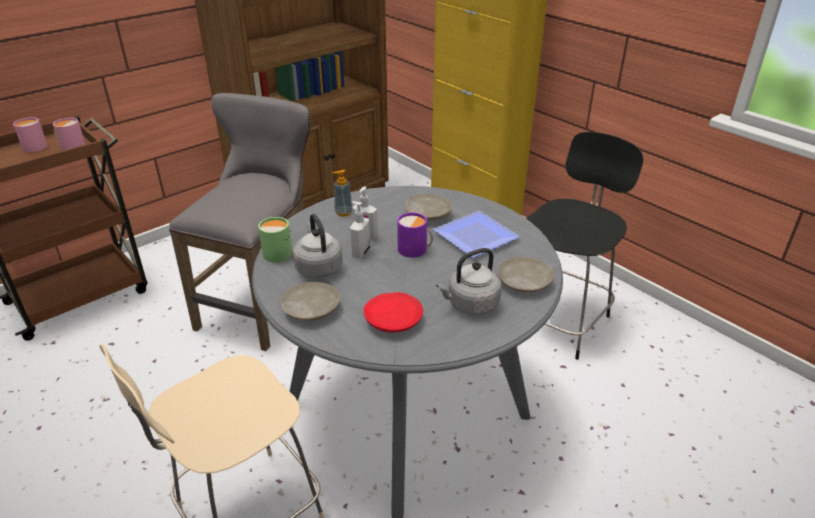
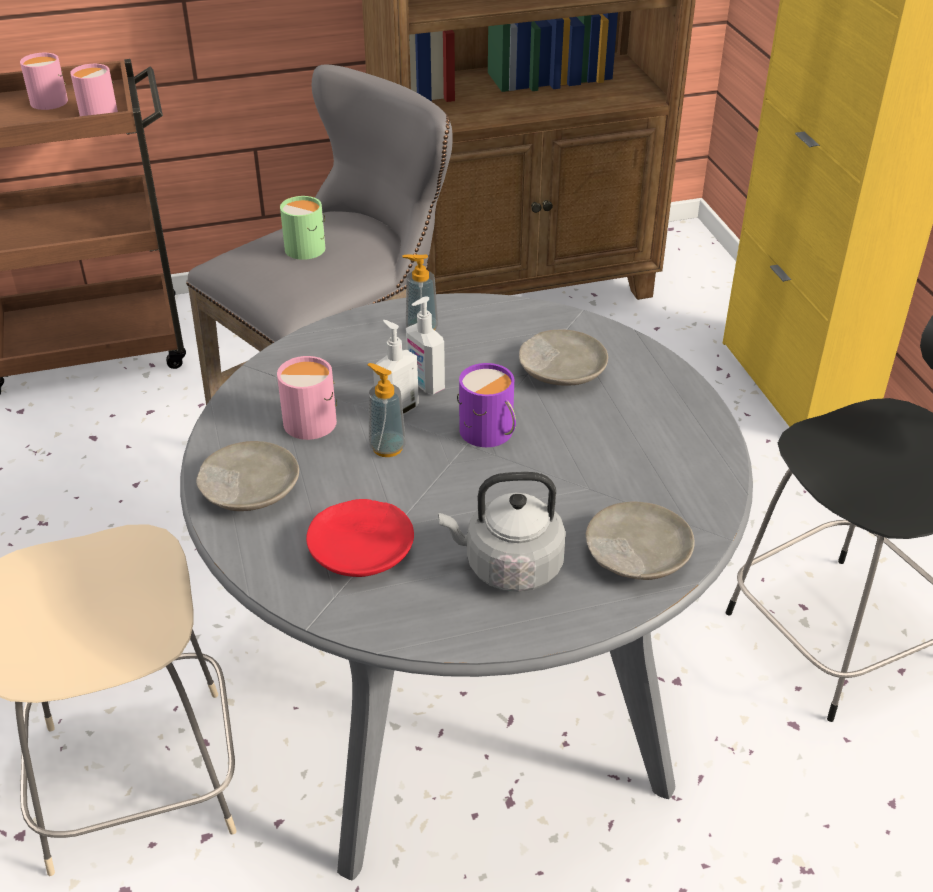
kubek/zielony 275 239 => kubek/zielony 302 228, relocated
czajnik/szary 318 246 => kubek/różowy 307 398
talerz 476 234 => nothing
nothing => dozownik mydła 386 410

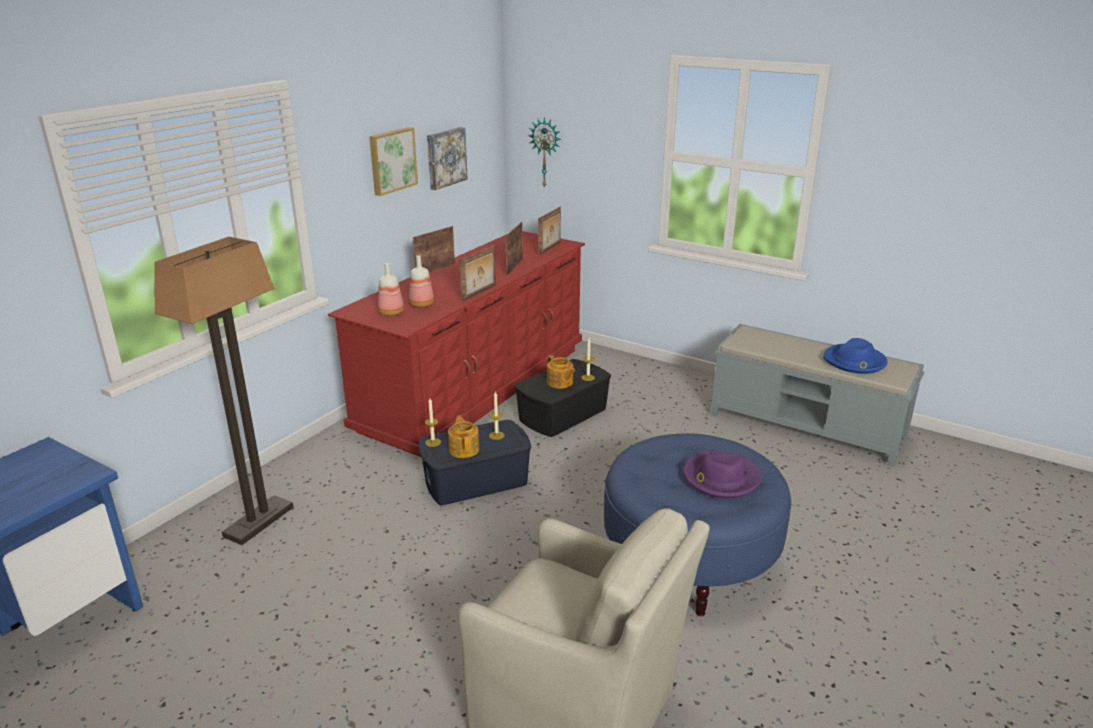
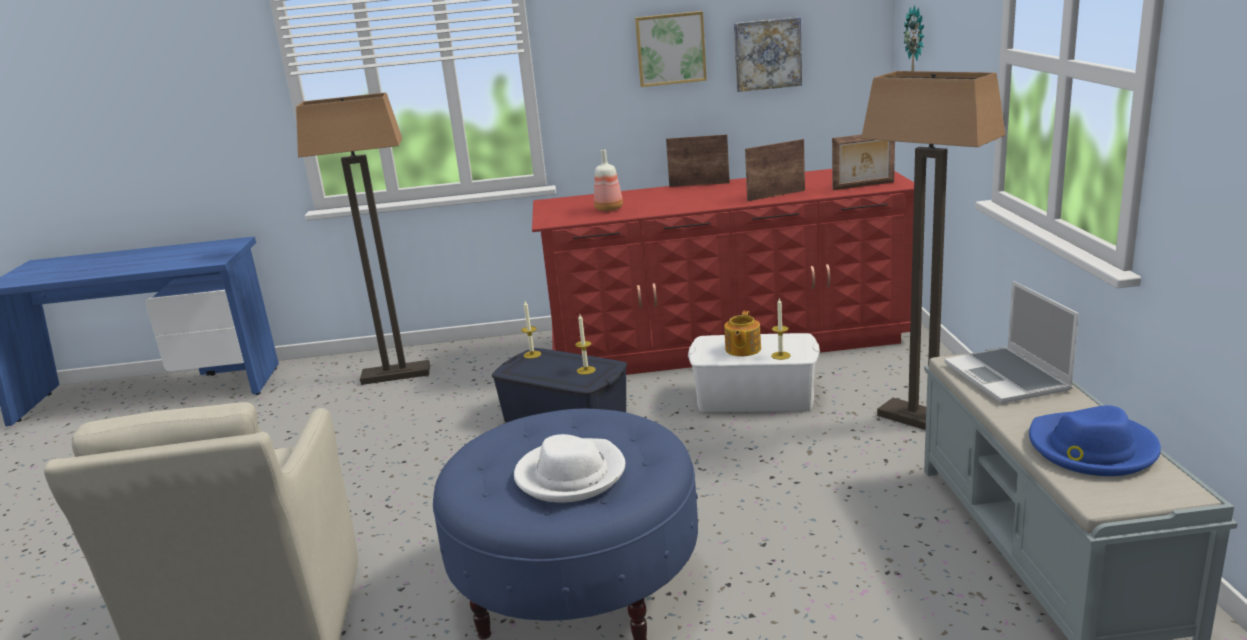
butelka 391 289 => nothing
imbryk 463 436 => nothing
ramka na zdjęcie 477 273 => nothing
pojemnik do przechowywania/czarny 562 398 => pojemnik do przechowywania/biały 754 372
kapelusz/fioletowy 722 474 => kapelusz/biały 569 468
nothing => lampa stojąca 933 250
nothing => laptop 1011 342

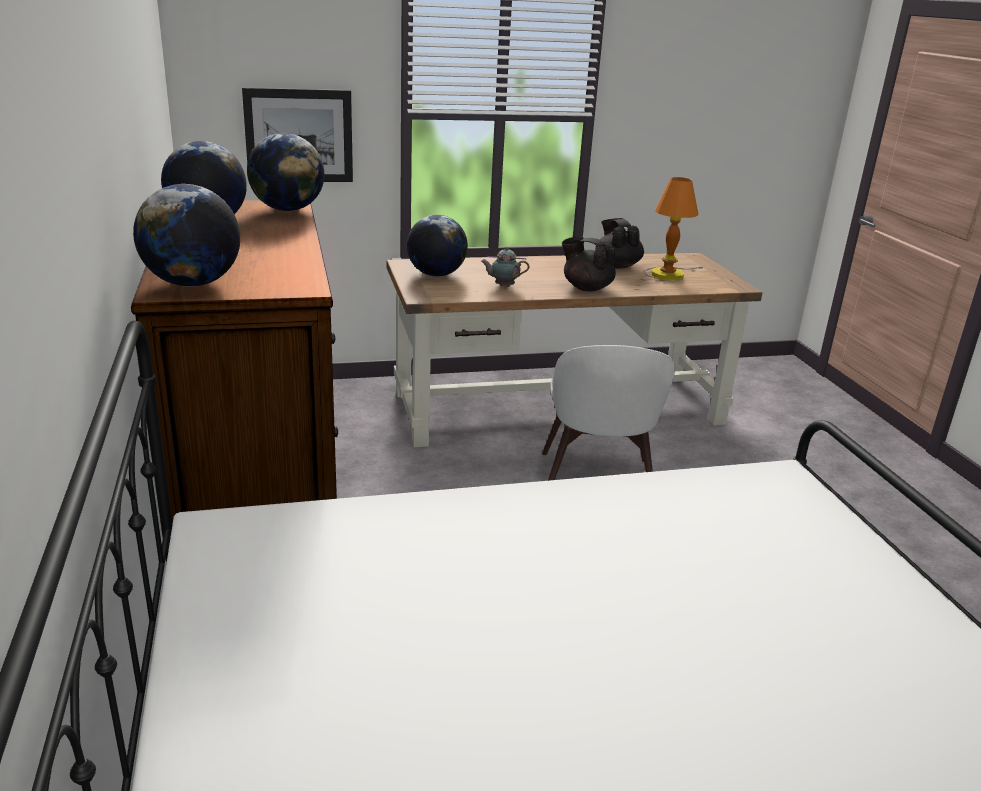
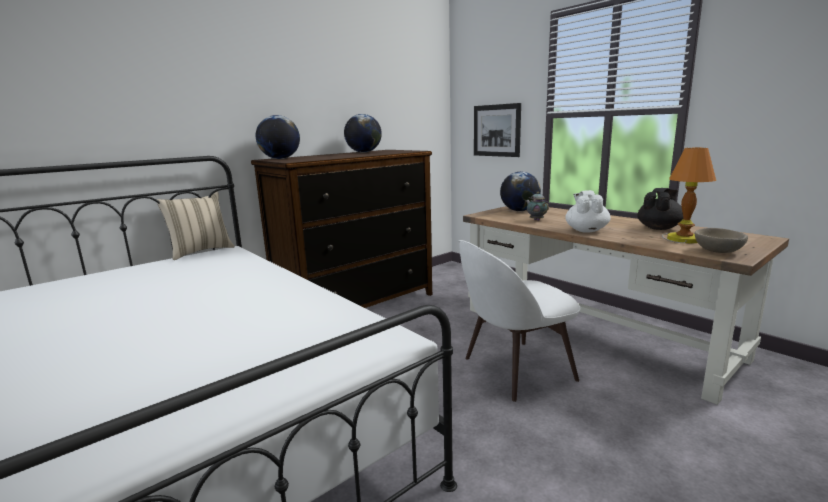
globus 285 172 => nothing
imbryk/czarny 589 264 => imbryk/biały 588 211
nothing => poduszka/beżowy 195 226
nothing => miska/beżowy 721 240

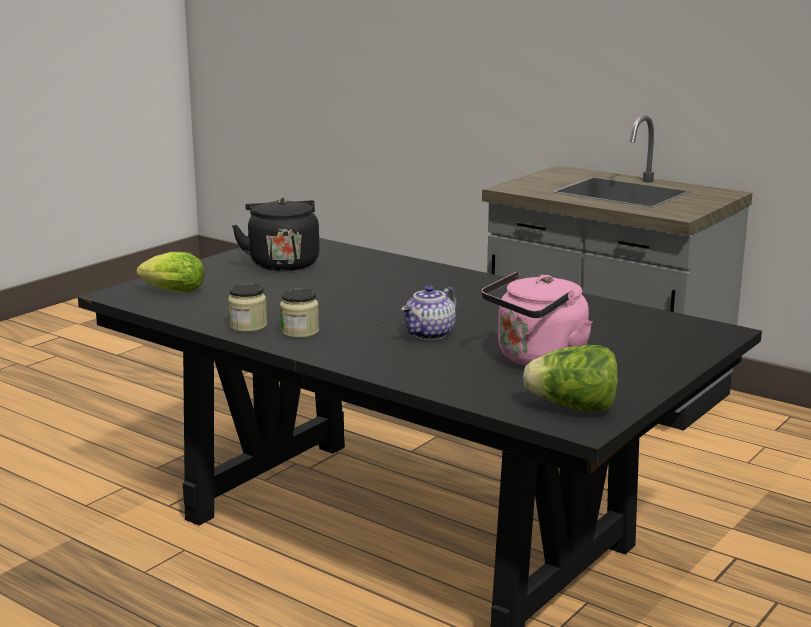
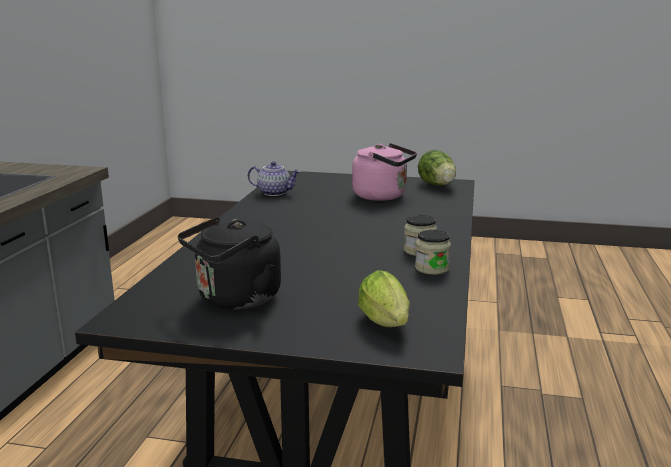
imbryk 429 312 => imbryk 274 178, relocated

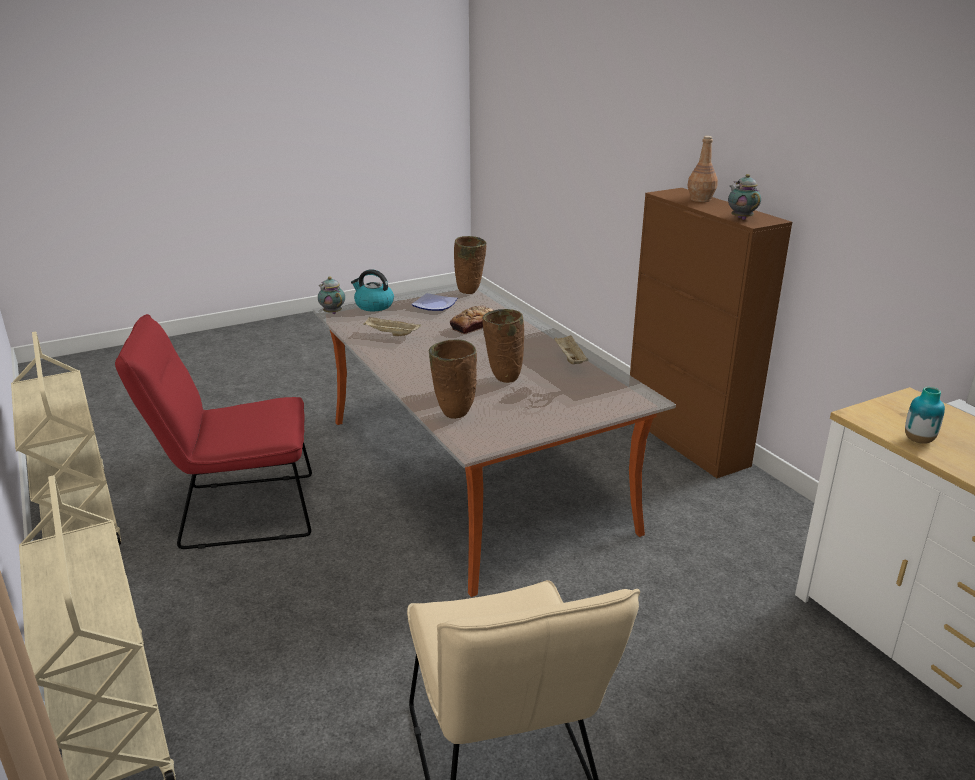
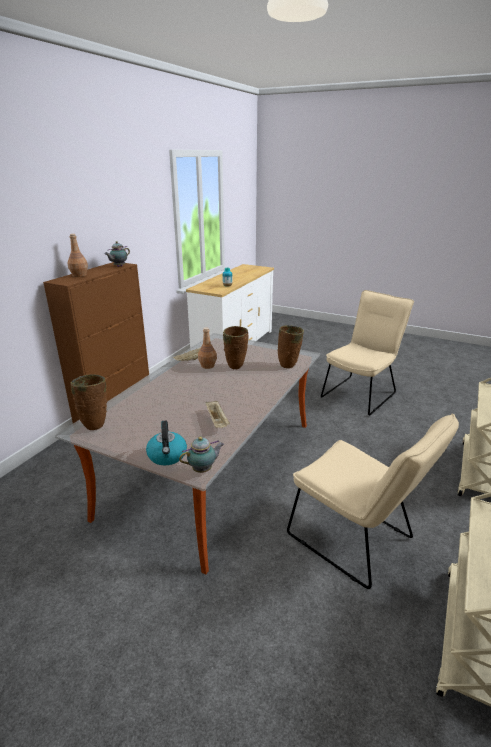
krzesło/czerwony 213 431 => krzesło/beżowy 373 501
imbryk 331 295 => imbryk 201 454, 135 degrees counterclockwise
talerz 434 302 => nothing
chleb 471 319 => nothing
nothing => butelka/brązowy 207 348

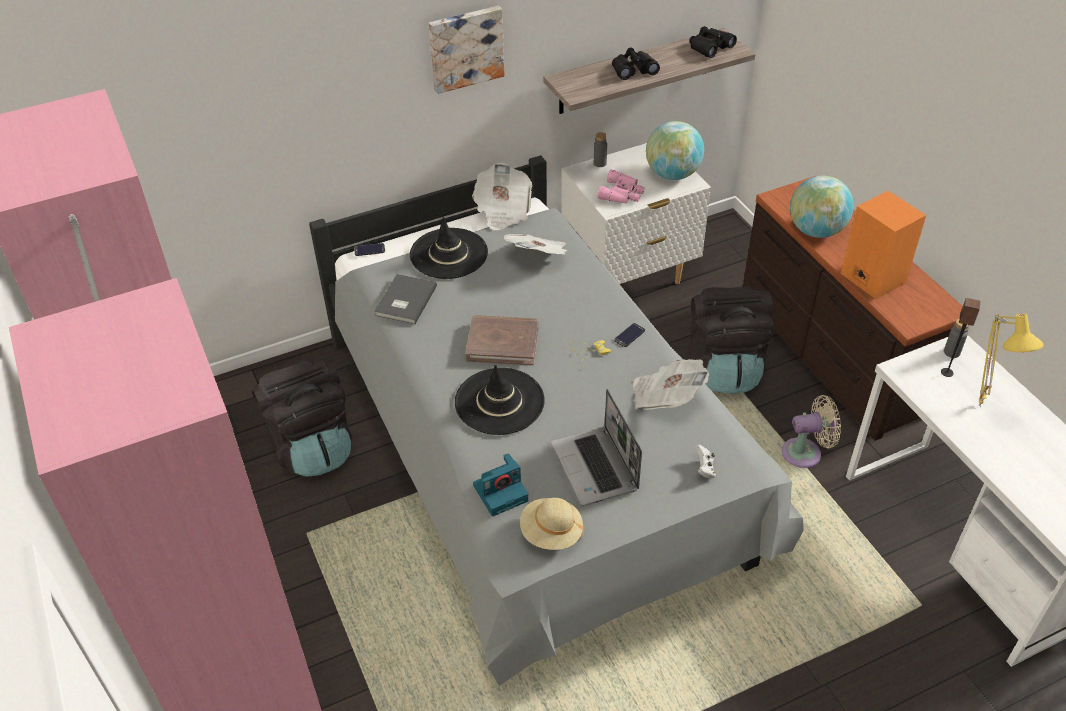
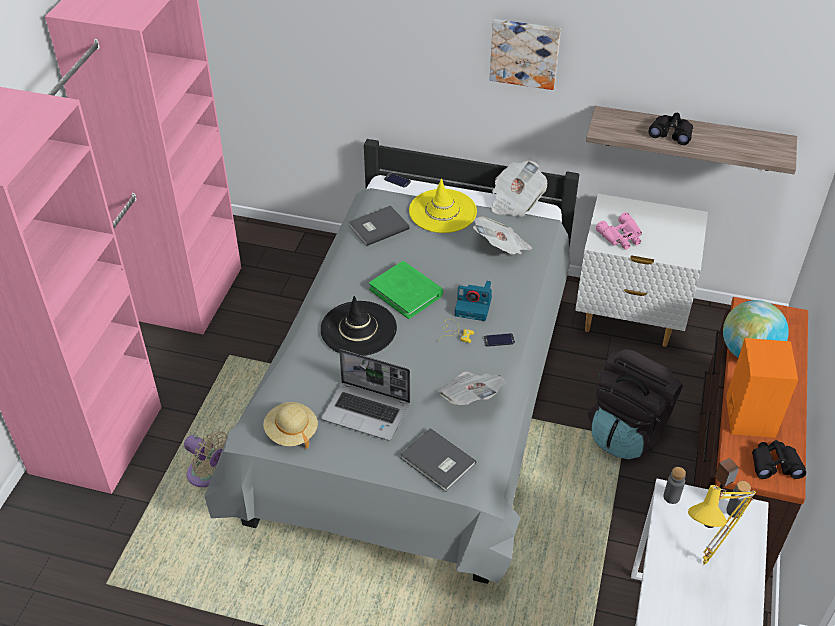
plecak/czarny 302 418 => nothing
kapelusz/czarny 449 248 => kapelusz/żółty 443 205
książka/brązowy 502 340 => książka/zielony 406 290
aparat fotograficzny 500 484 => aparat fotograficzny 473 301, relocated
laptop 596 447 => laptop 365 395, 90 degrees counterclockwise
butelka/szary 600 149 => butelka/szary 675 485, relocated
globus 675 150 => nothing
lornetka/czarny 713 42 => lornetka/czarny 779 459, relocated
pad do gier/biały 705 462 => książka/szary 438 460
wentylator/beżowy 811 431 => wentylator/beżowy 206 459, relocated

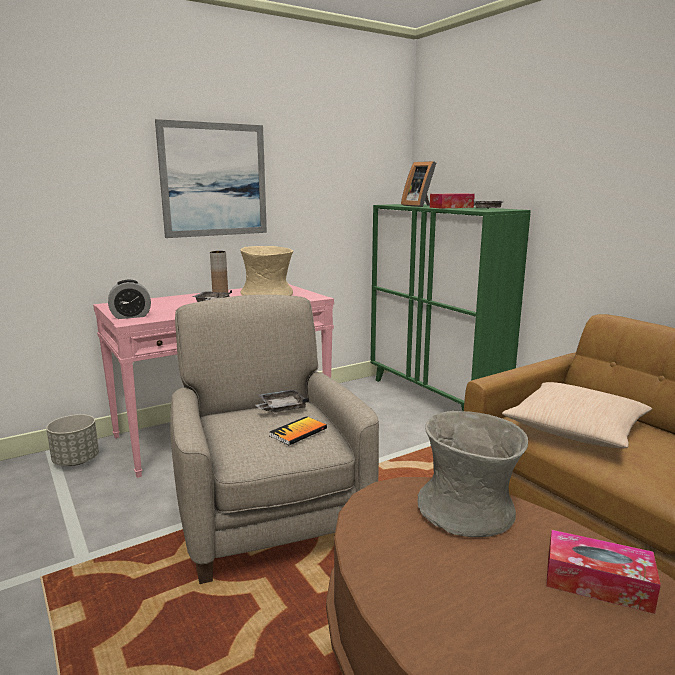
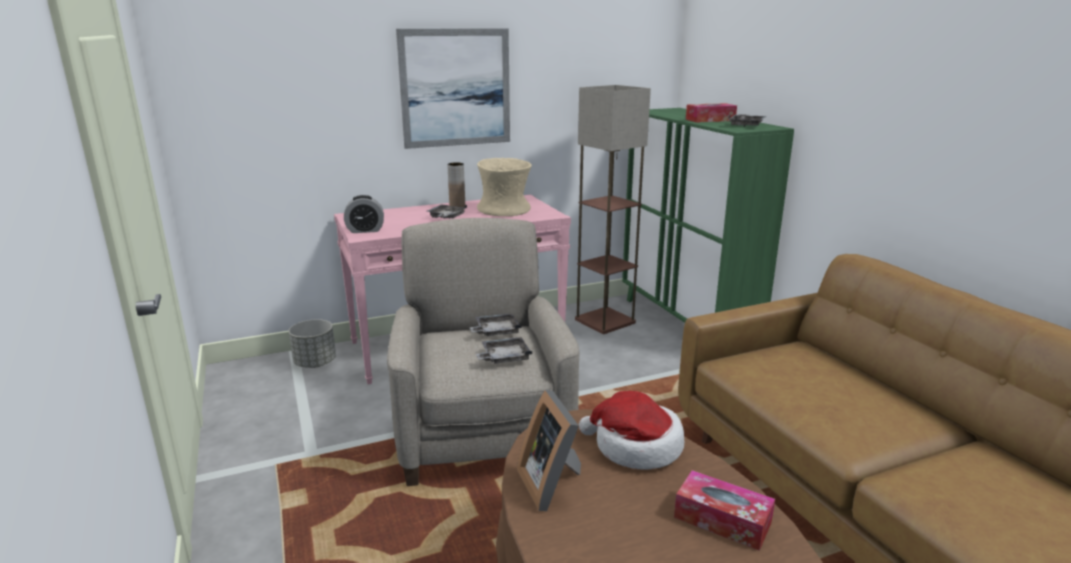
książka 298 430 => taca/szary 504 350
ramka na zdjęcie 418 184 => ramka na zdjęcie 549 450, relocated
wazon/szary 472 474 => kapelusz 631 430
poduszka/beżowy 577 415 => nothing
nothing => lampa stojąca 613 209

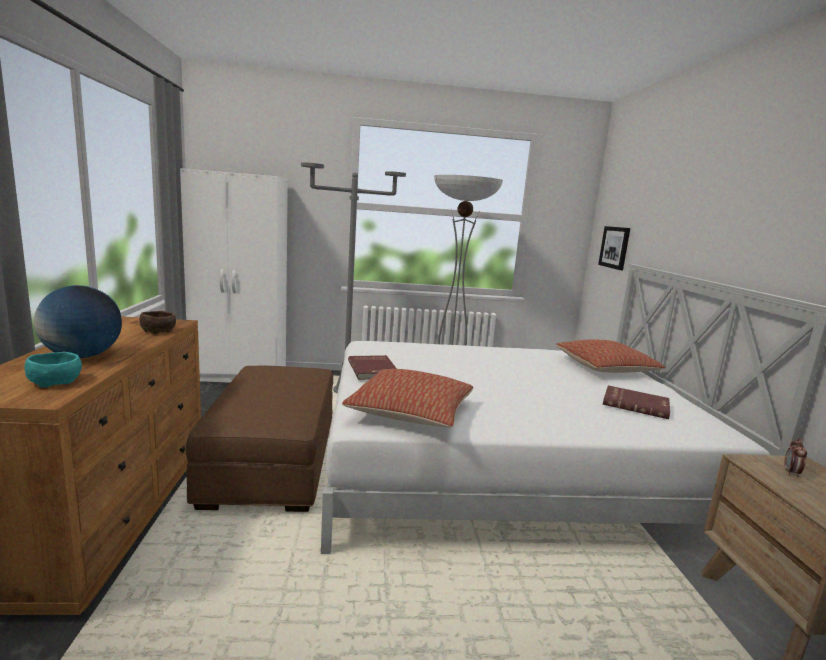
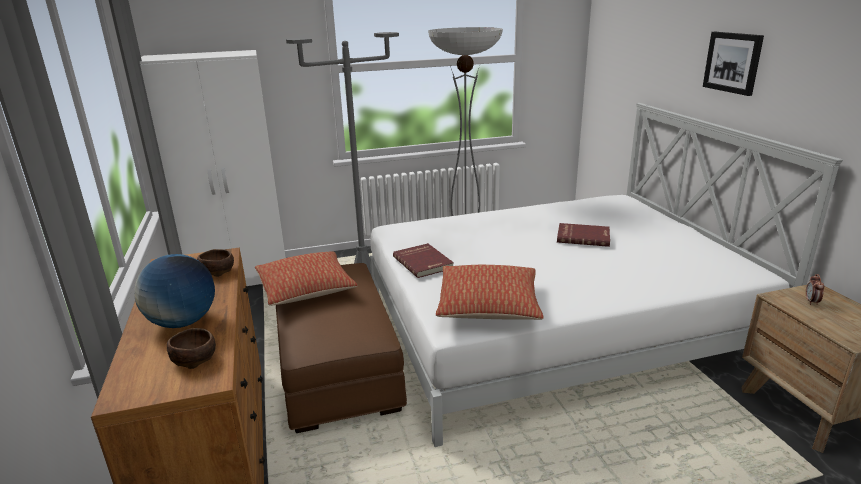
miska/turkusowy 53 370 => miska/brązowy 191 348
poduszka 610 356 => poduszka 306 278, relocated
obraz 614 248 => obraz 733 64, relocated
książka/czerwony 636 402 => książka/czerwony 583 235, relocated

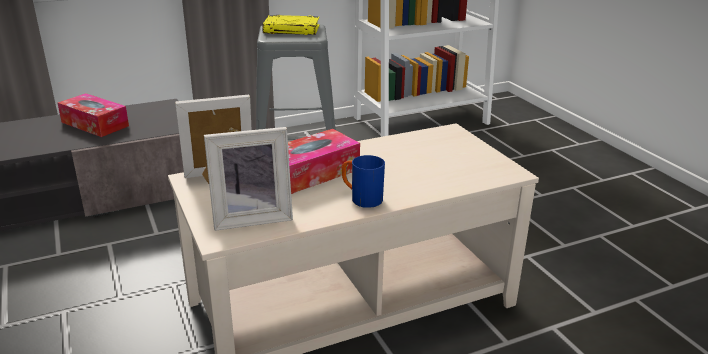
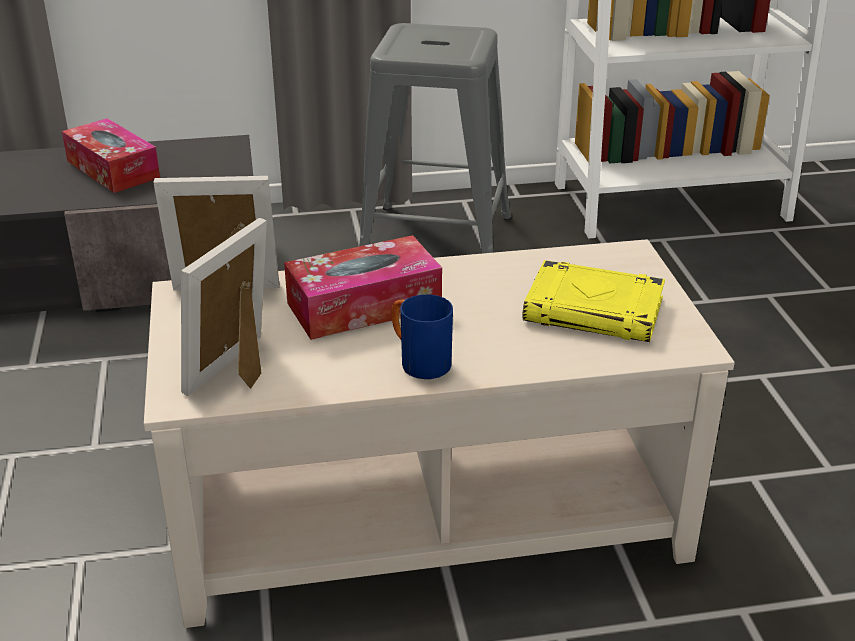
ramka na zdjęcie 248 179 => ramka na zdjęcie 224 307, 120 degrees clockwise
książka/żółty 290 25 => książka/żółty 593 301, relocated

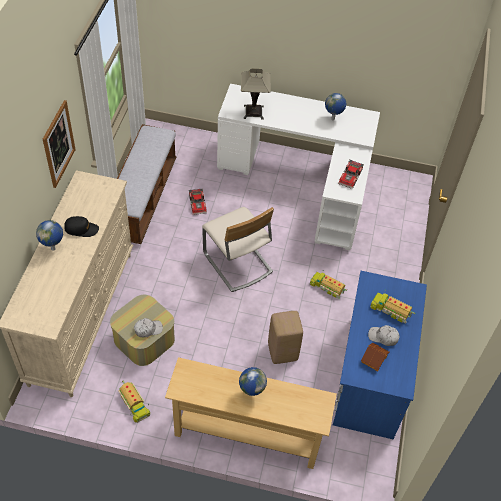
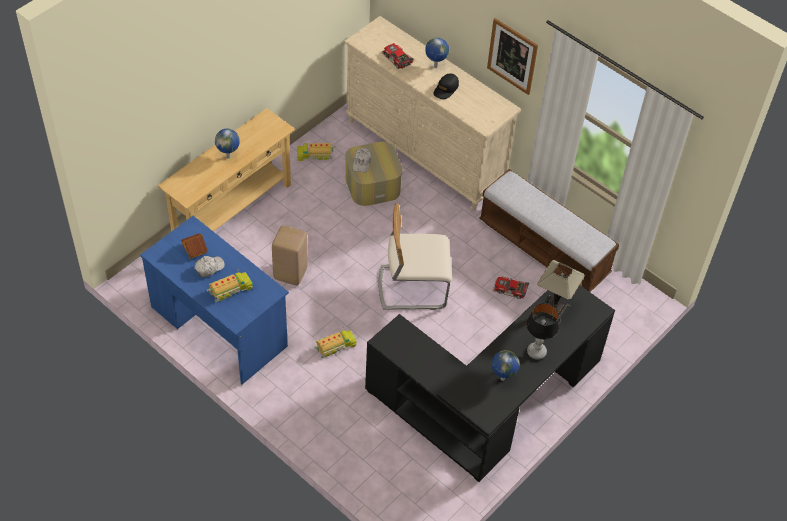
biurko/biały 298 167 => biurko/czarny 490 378
samochodzik 351 174 => samochodzik 398 56, relocated
nothing => lampa stołowa 542 331

